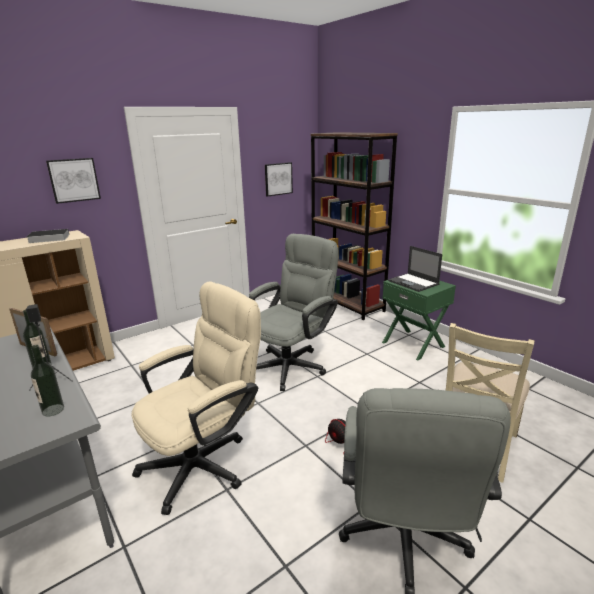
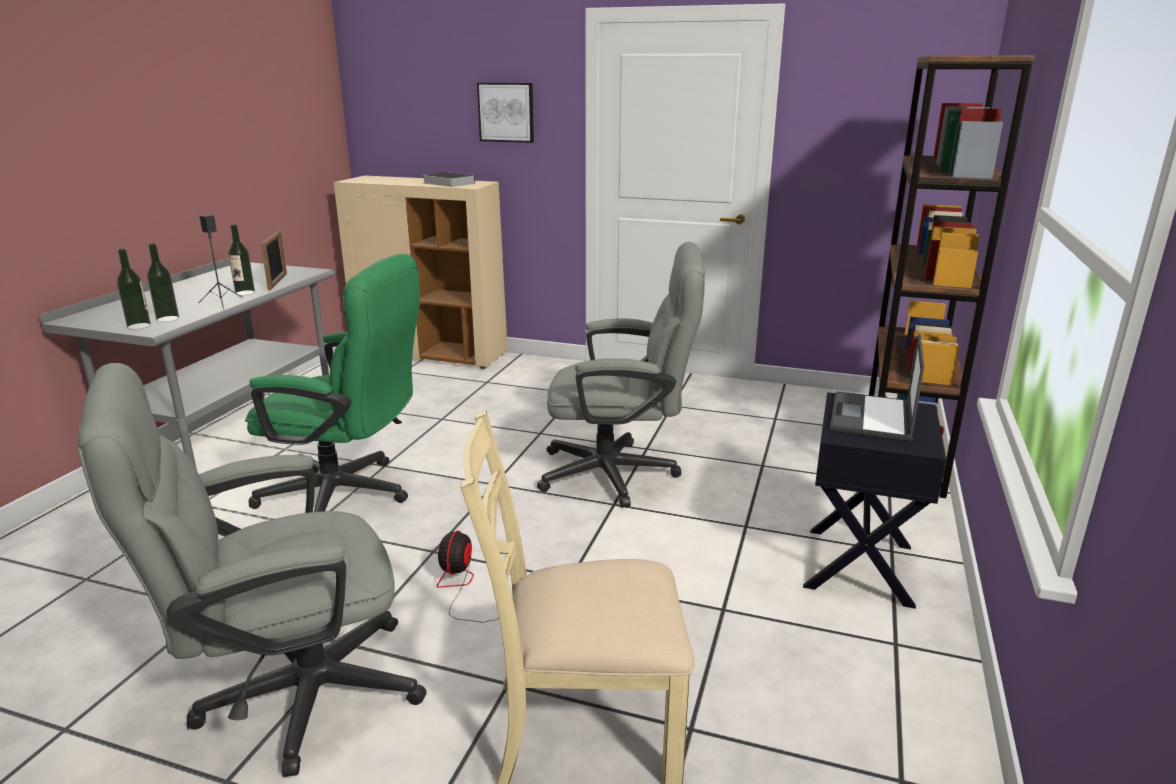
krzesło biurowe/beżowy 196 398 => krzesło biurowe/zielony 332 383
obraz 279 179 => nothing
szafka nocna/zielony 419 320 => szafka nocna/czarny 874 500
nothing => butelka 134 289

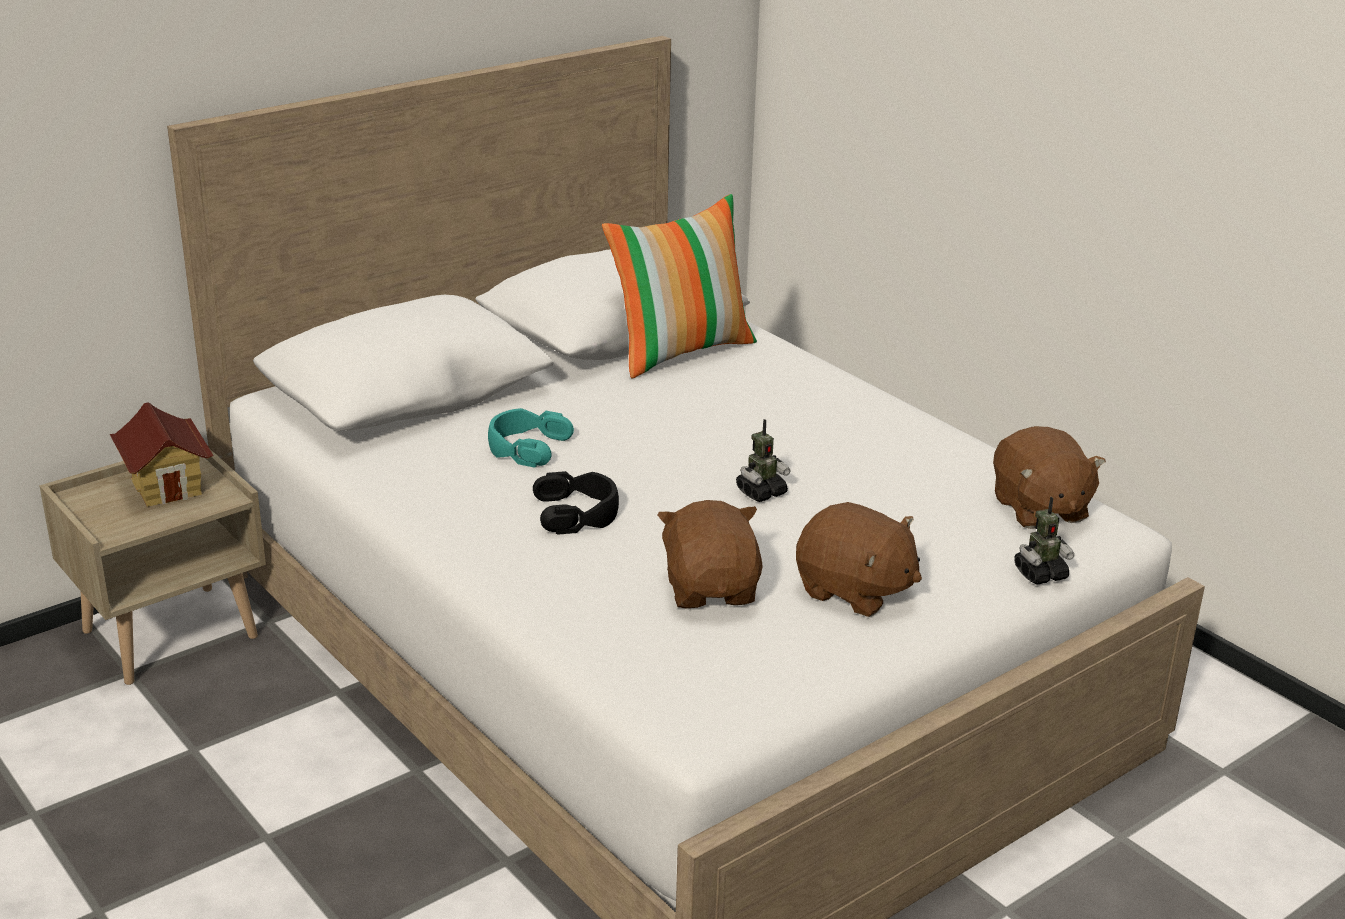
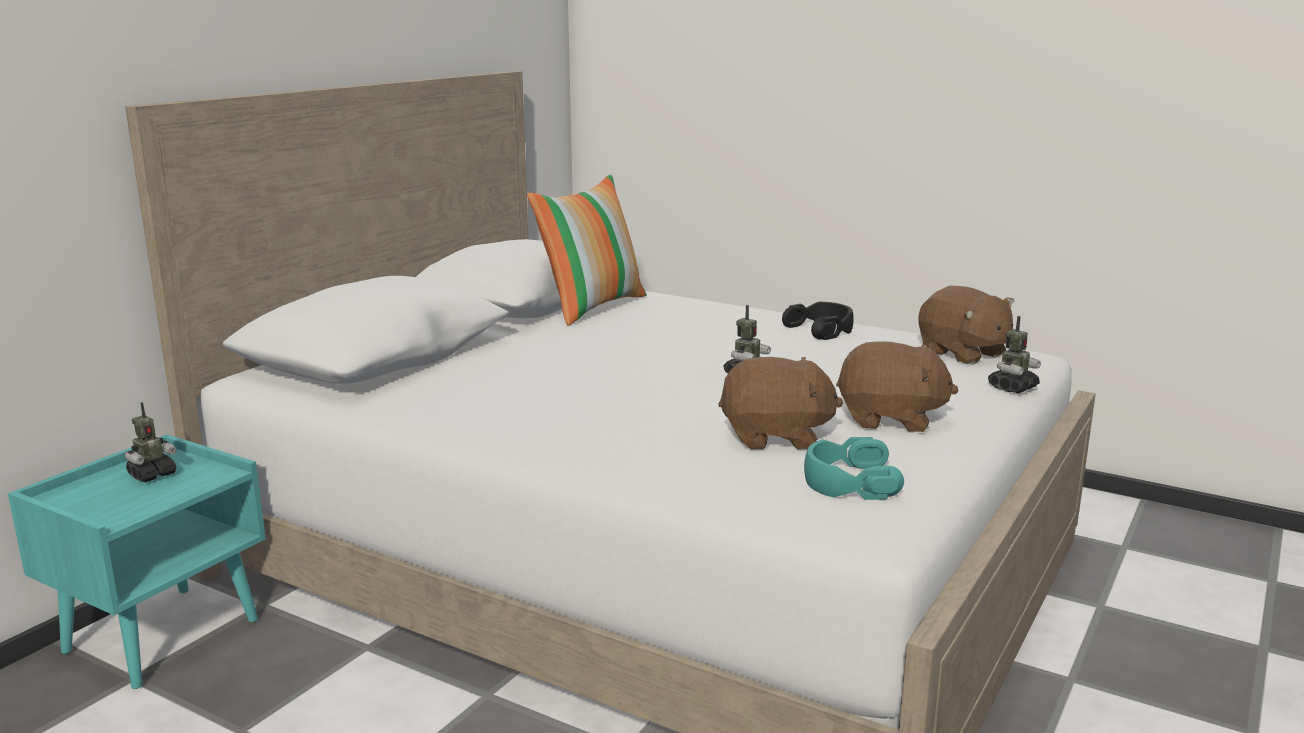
szafka nocna/beżowy 152 566 => szafka nocna/turkusowy 137 561
domek 162 454 => robot zabawkowy 151 442
słuchawki/turkusowy 531 437 => słuchawki/turkusowy 854 468, relocated
słuchawki/czarny 576 503 => słuchawki/czarny 818 321, relocated
pluszak/brązowy 710 554 => pluszak/brązowy 781 403, 120 degrees clockwise

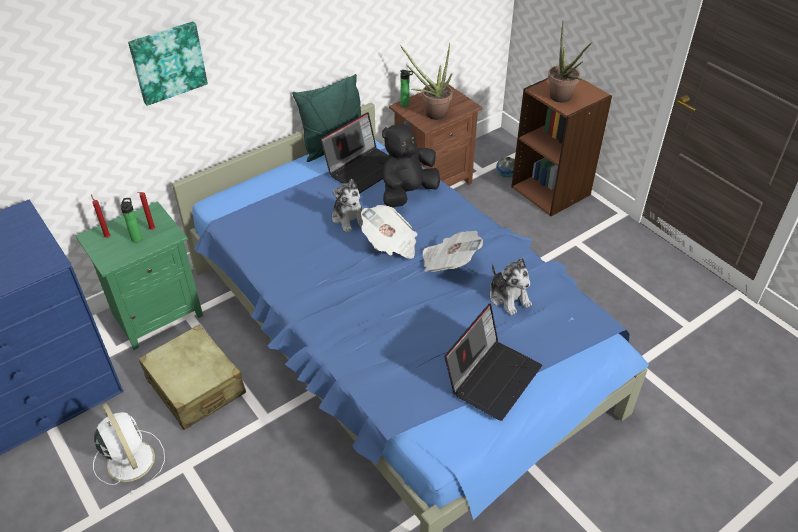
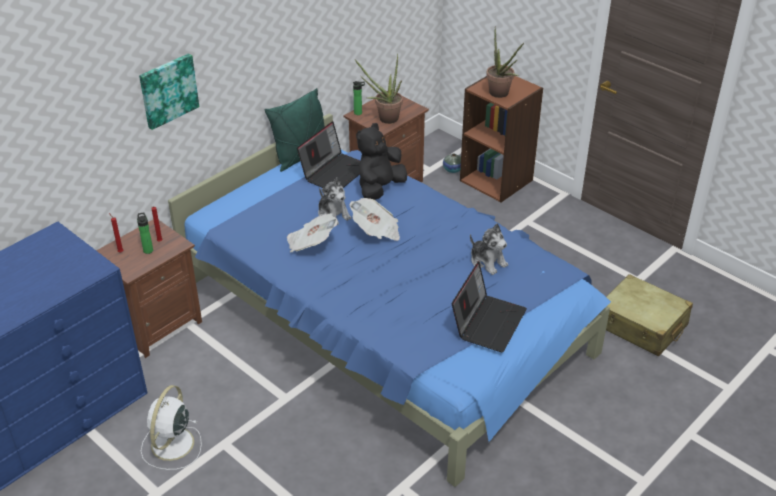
szafka nocna/zielony 139 275 => szafka nocna/brązowy 149 289
wentylator/biały 129 448 => wentylator/biały 171 427, 120 degrees counterclockwise
walizka/beżowy 192 377 => walizka/beżowy 649 315, relocated
gazeta 453 251 => gazeta 312 233, relocated

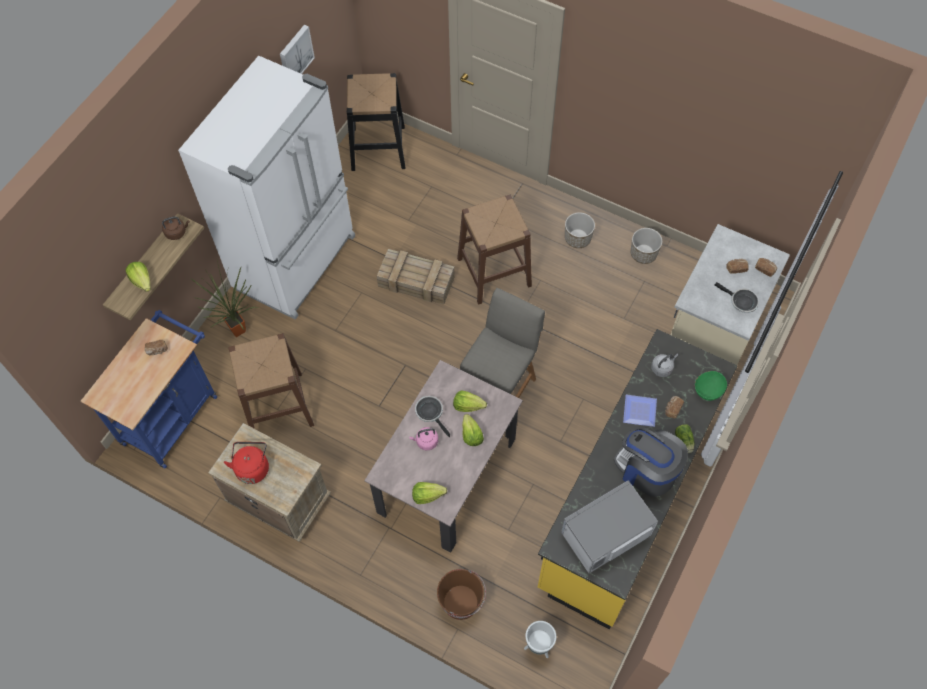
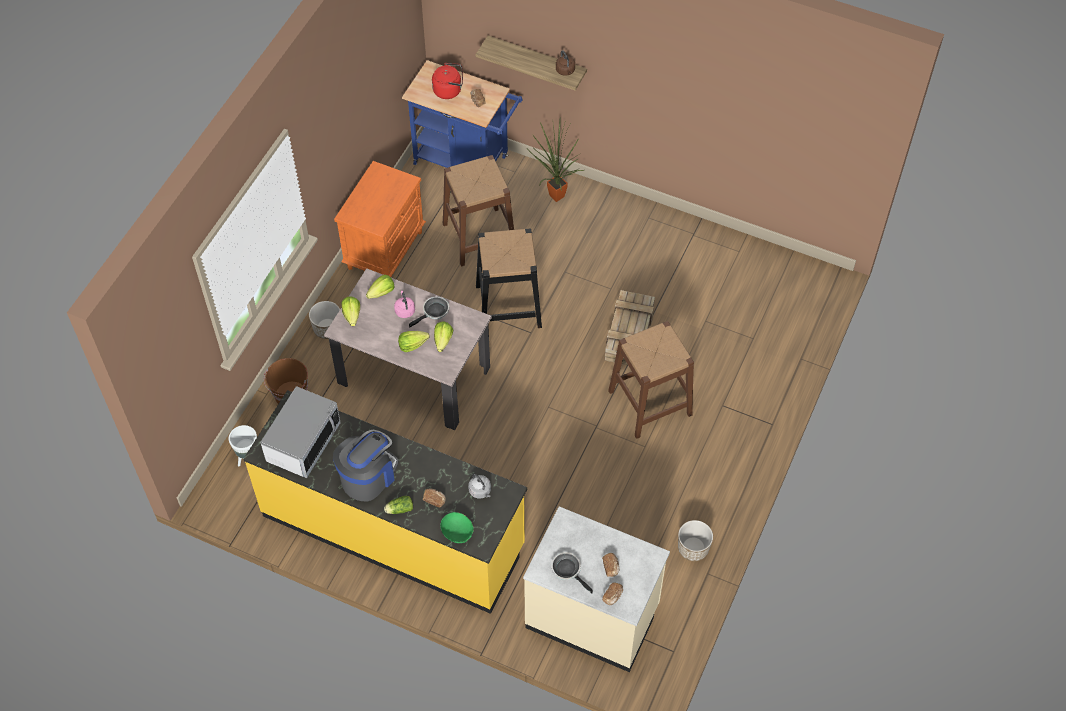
sałata 138 277 => sałata 380 287, relocated
lodówka/biały 266 187 => nothing
szafka nocna/beżowy 269 482 => szafka nocna/pomarańczowy 380 219
czajnik/czerwony 246 463 => czajnik/czerwony 447 81, relocated
obraz 297 49 => nothing
stołek/czarny 376 122 => stołek/czarny 509 278, relocated
krzesło/szary 502 343 => nothing
mikrofalówka 609 527 => mikrofalówka 300 432, 60 degrees clockwise
donica 580 230 => donica 324 320, relocated
talerz 640 411 => nothing
patelnia 736 297 => patelnia 572 572, 105 degrees clockwise

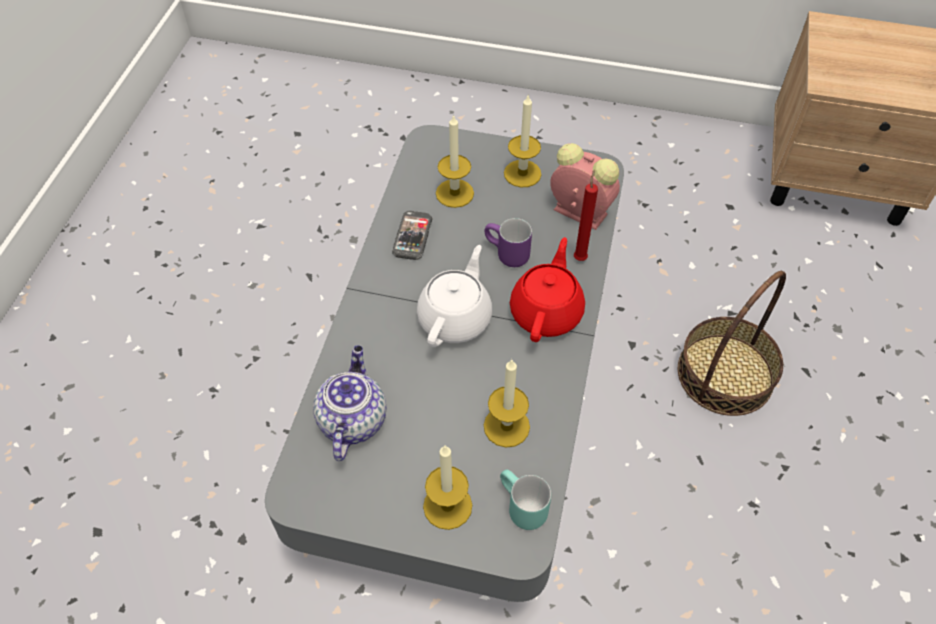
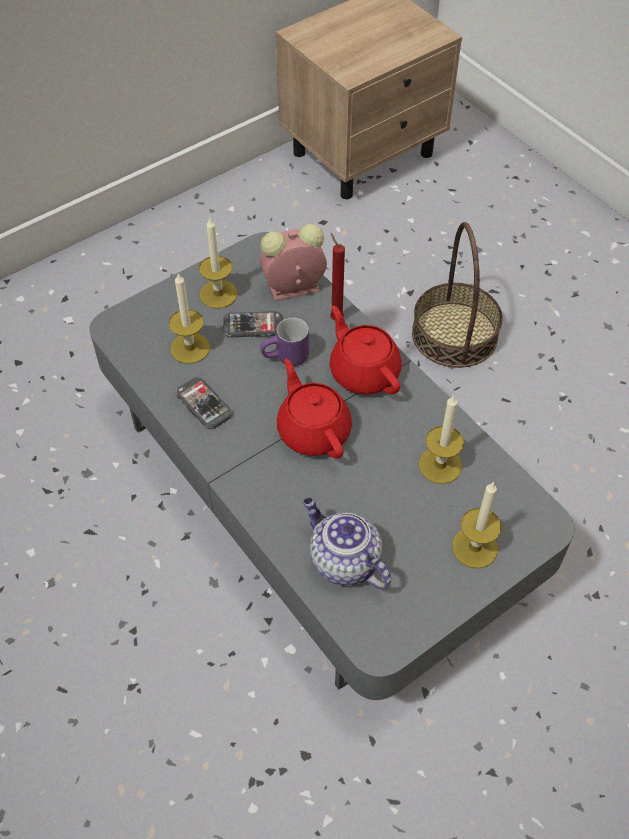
imbryk/biały 454 296 => imbryk/czerwony 314 409
kubek/turkusowy 525 500 => nothing
nothing => telefon 252 324

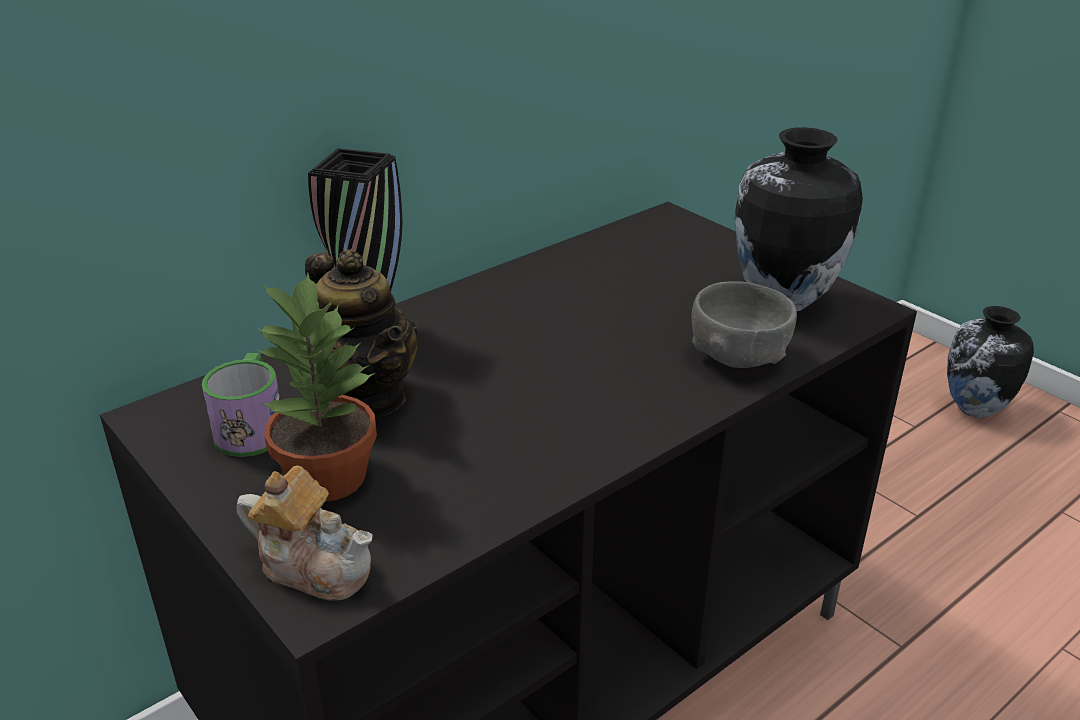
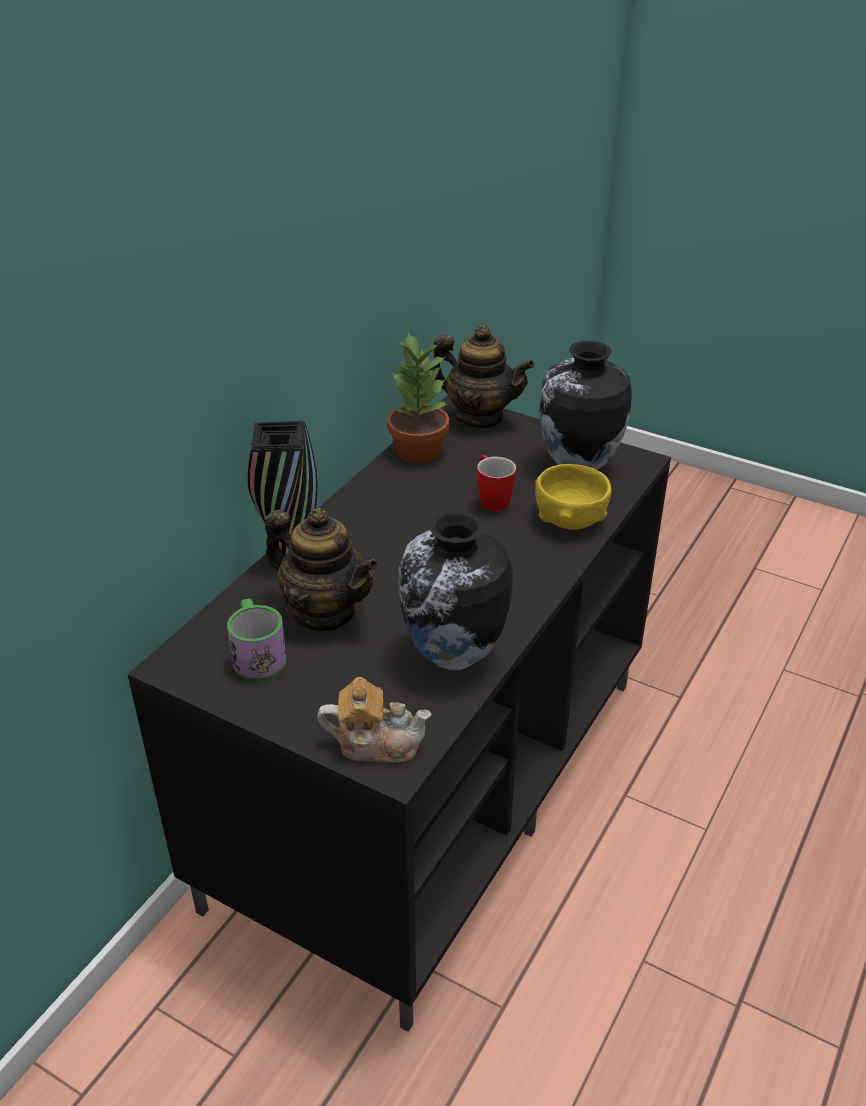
roślina doniczkowa 317 387 => roślina doniczkowa 418 397, relocated
miska/szary 744 324 => miska/żółty 573 497
wazon 990 362 => wazon 455 591, relocated
nothing => imbryk 483 376
nothing => kubek 496 483

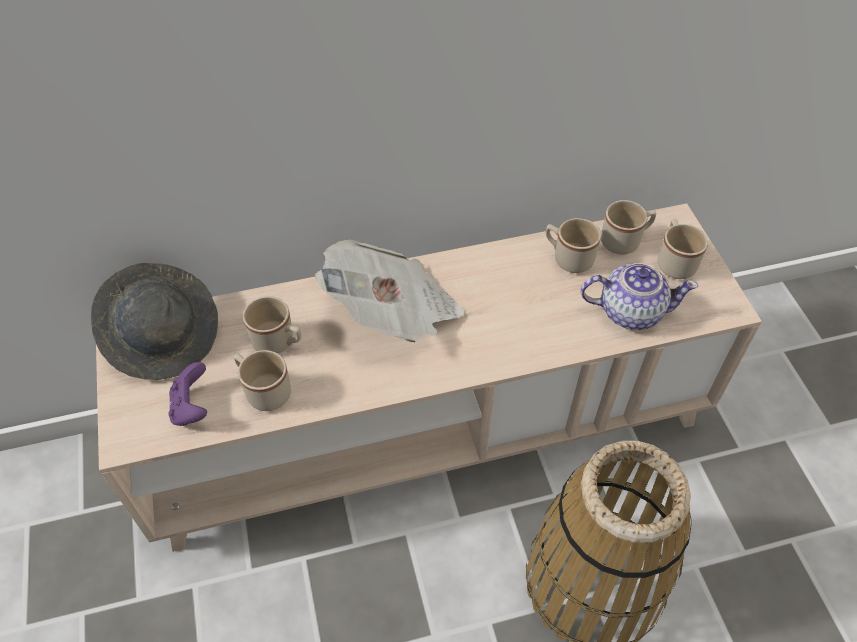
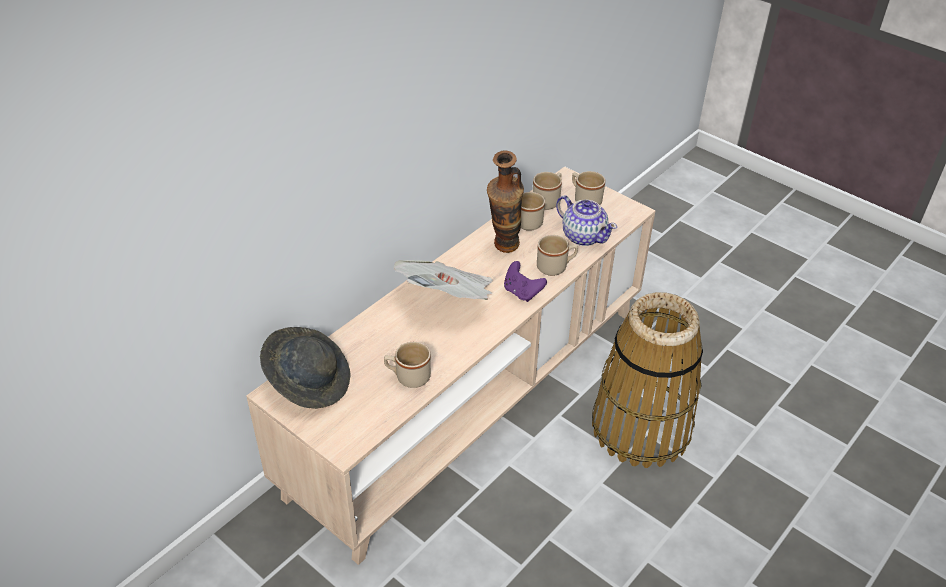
pad do gier/fioletowy 187 394 => pad do gier/fioletowy 525 281, relocated
kubek/beżowy 272 324 => kubek/beżowy 557 255, relocated
imbryk 639 296 => imbryk 586 220, 75 degrees clockwise
nothing => wazon 505 201

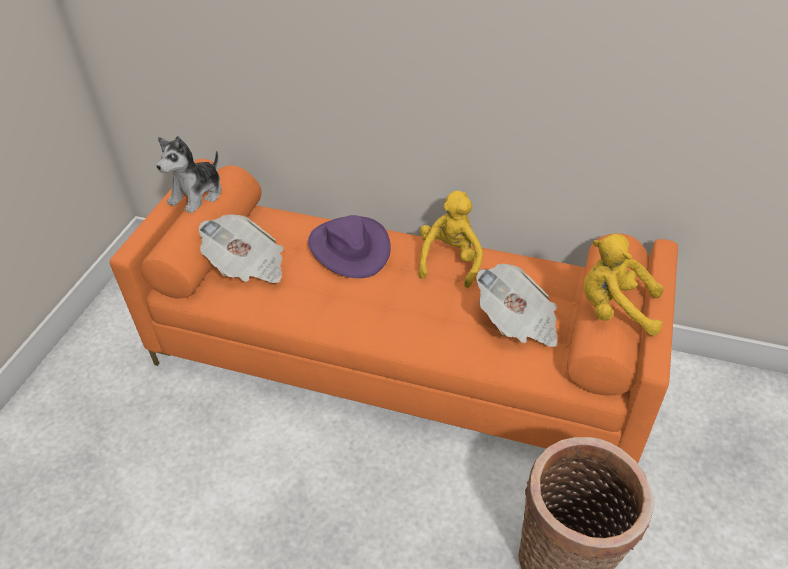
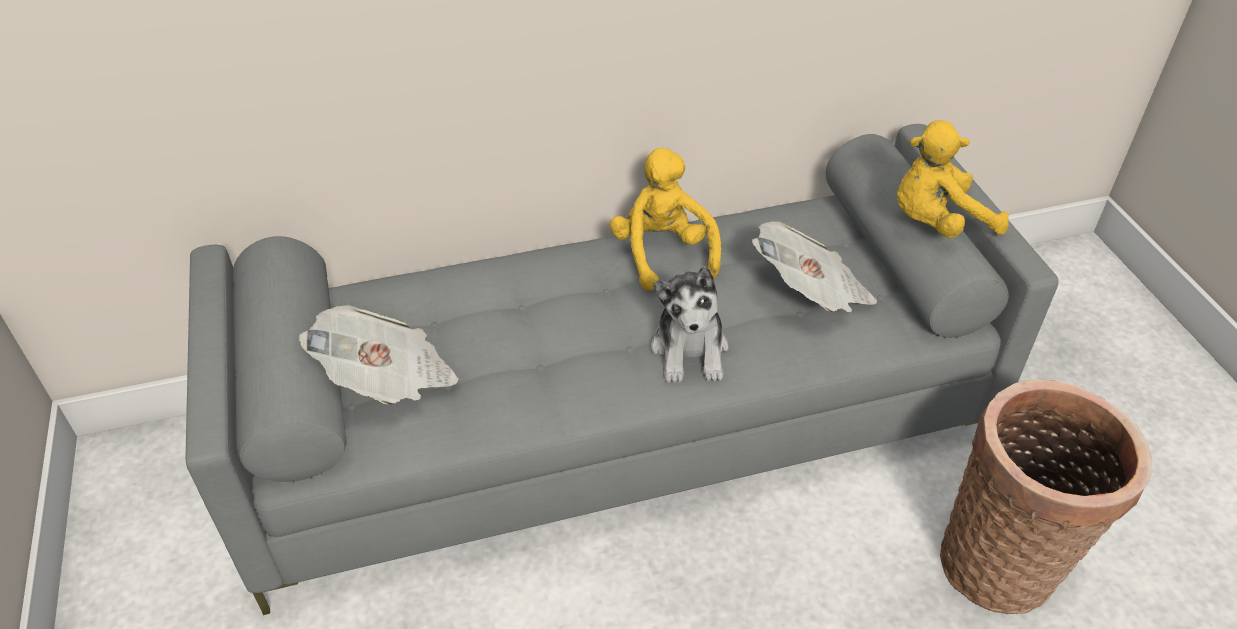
kanapa/pomarańczowy 394 311 => kanapa/szary 622 369
pluszak 188 174 => pluszak 690 324, relocated
kapelusz/fioletowy 349 246 => nothing

